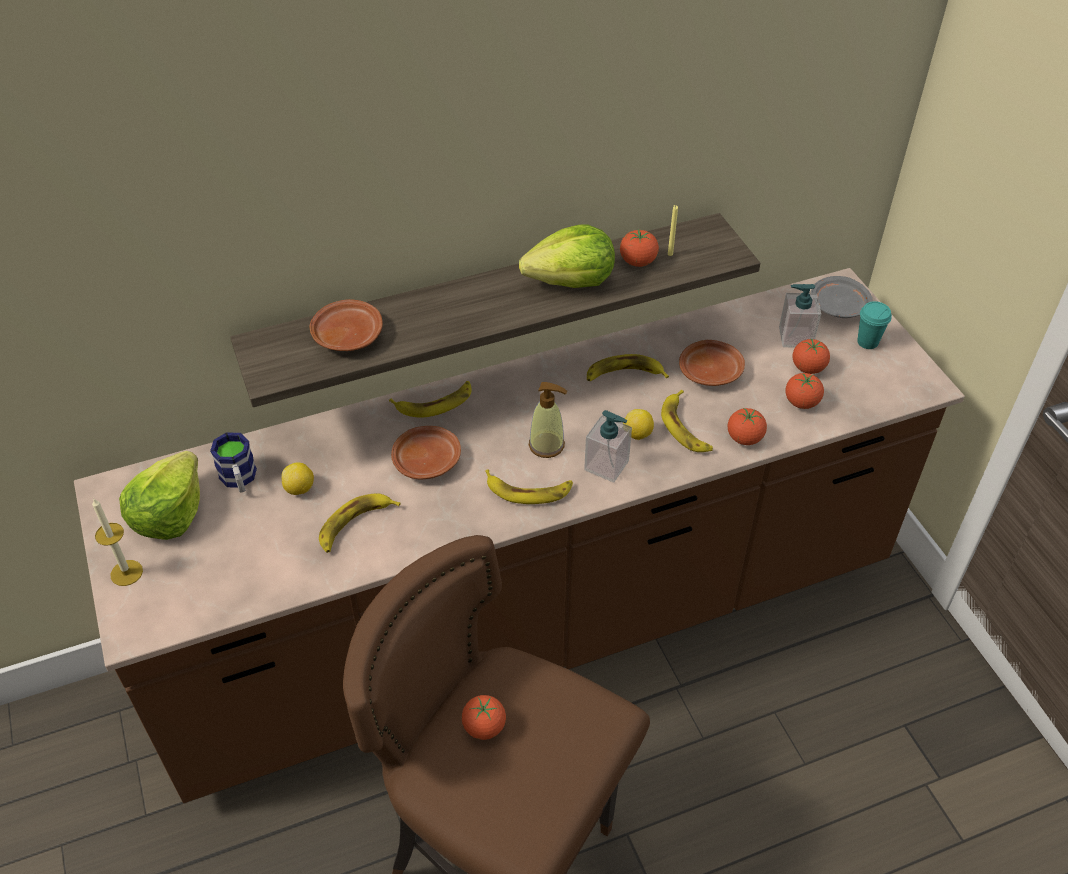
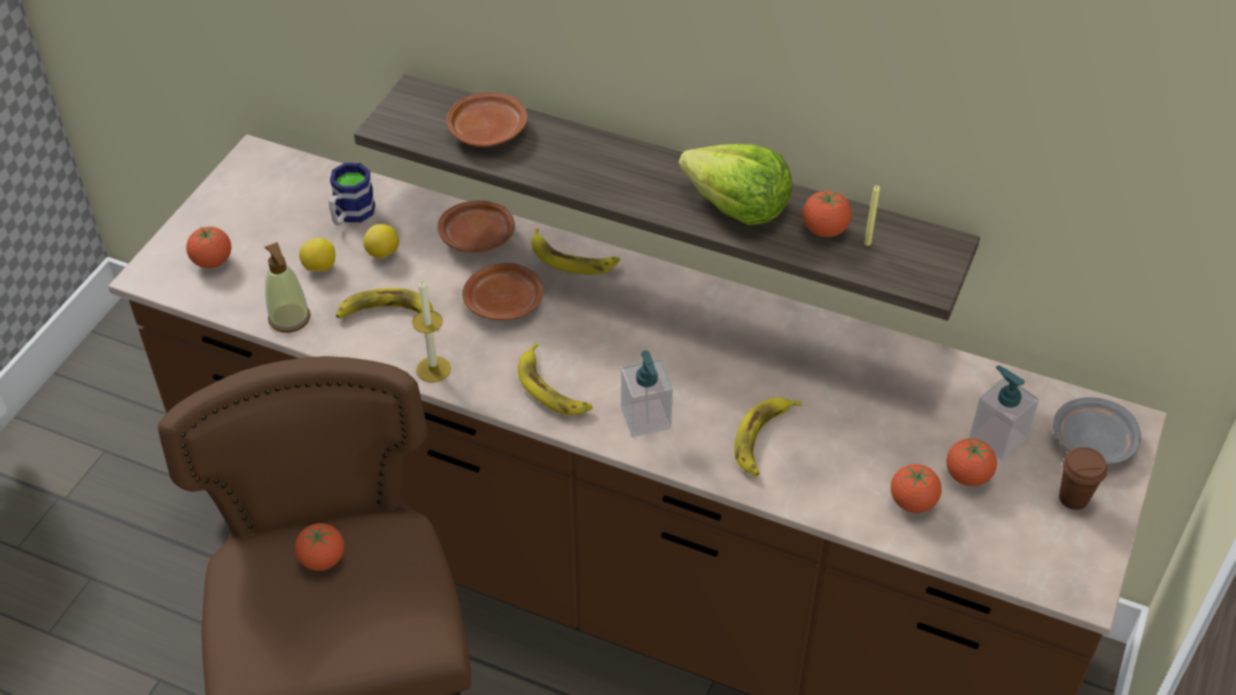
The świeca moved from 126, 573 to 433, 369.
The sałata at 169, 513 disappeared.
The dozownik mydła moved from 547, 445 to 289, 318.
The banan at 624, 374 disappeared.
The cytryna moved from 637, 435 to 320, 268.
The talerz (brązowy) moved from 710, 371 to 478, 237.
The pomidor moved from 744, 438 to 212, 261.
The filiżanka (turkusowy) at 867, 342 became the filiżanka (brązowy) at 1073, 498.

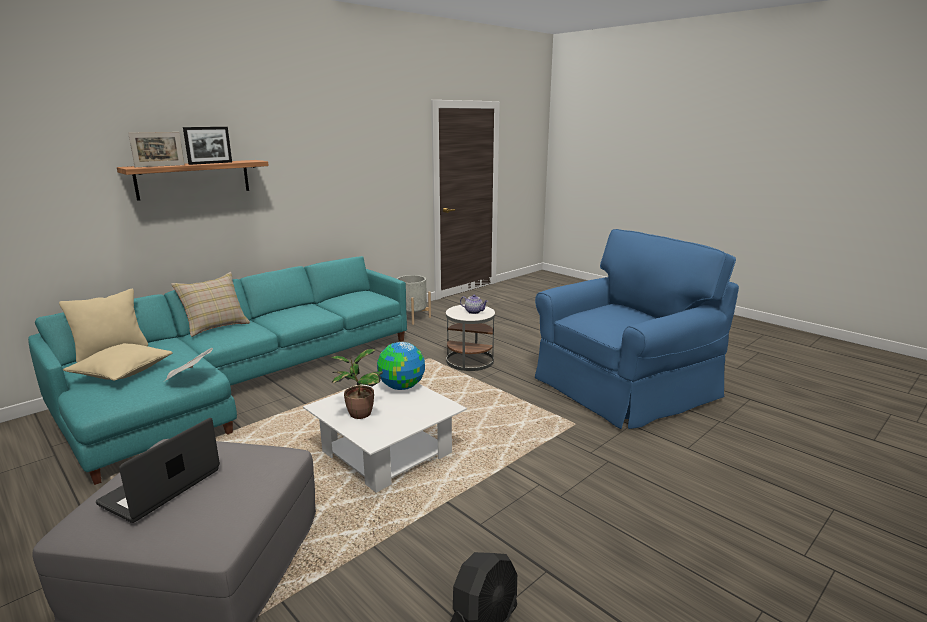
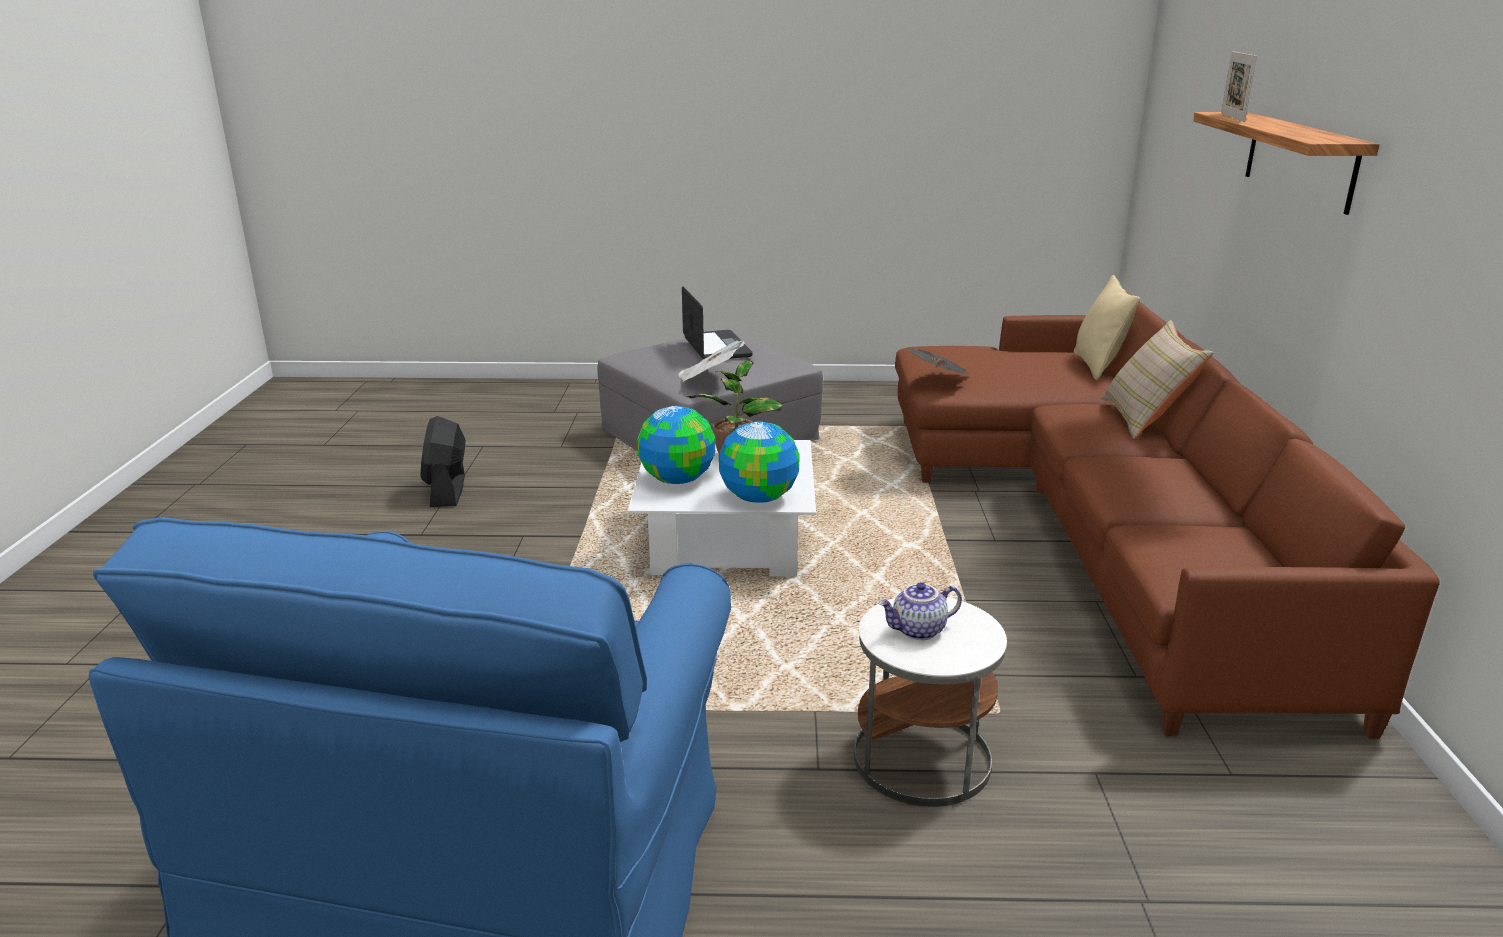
The kanapa (turkusowy) at 239, 382 became the kanapa (brązowy) at 1097, 519.
The poduszka (beżowy) at 122, 372 disappeared.
The ramka na zdjęcie at 210, 163 disappeared.
The donica (szary) at 412, 318 disappeared.
The globus at 678, 479 appeared.
The gazeta at 709, 378 appeared.

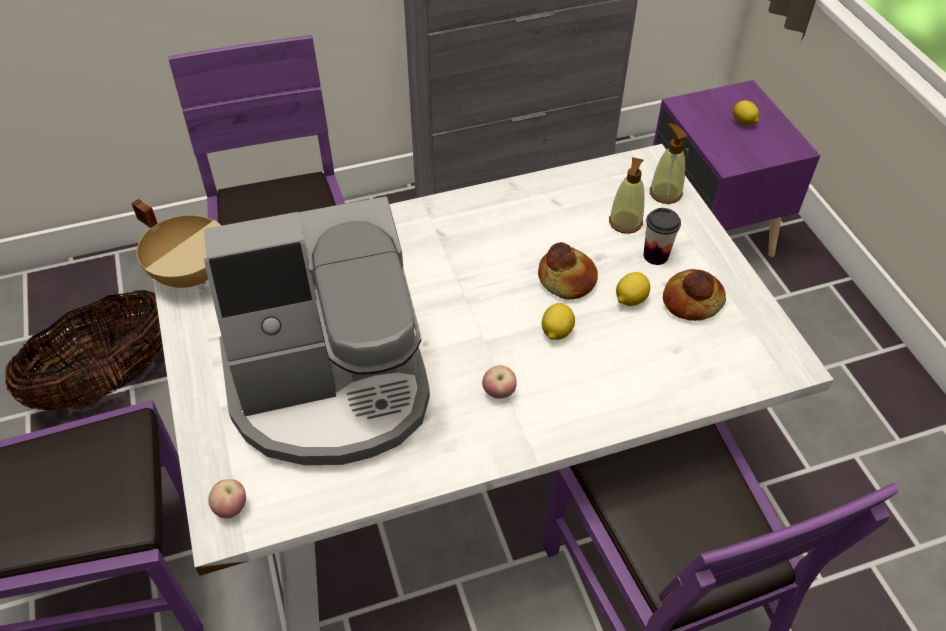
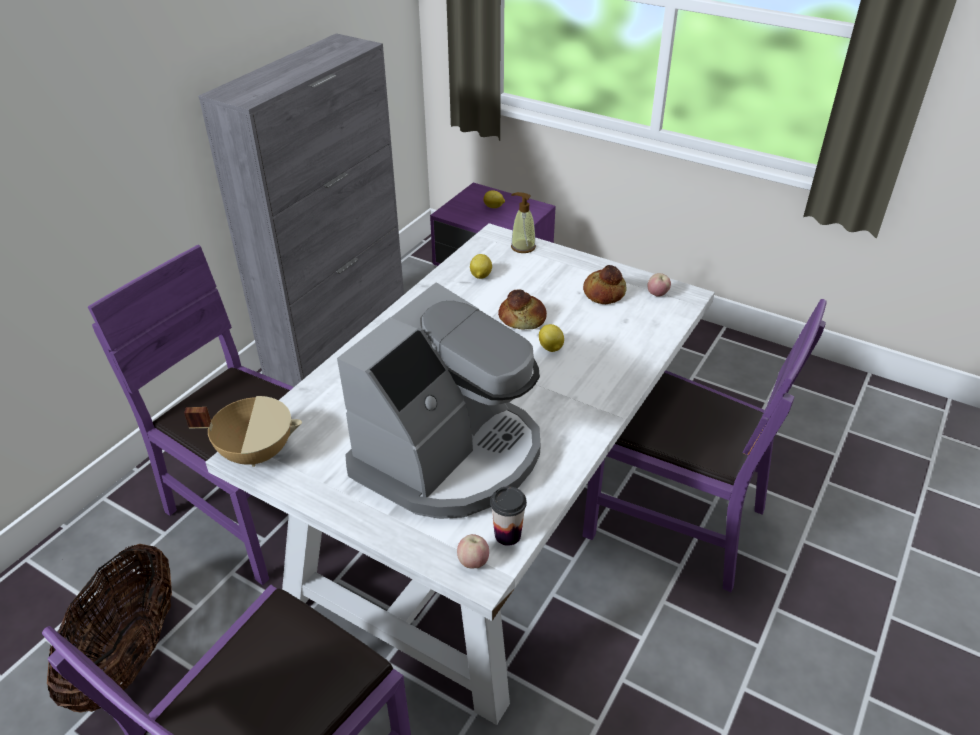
The jabłko moved from 499, 392 to 657, 294.
The dozownik mydła at 625, 222 disappeared.
The cytryna moved from 630, 300 to 480, 276.
The filiżanka moved from 655, 255 to 507, 535.

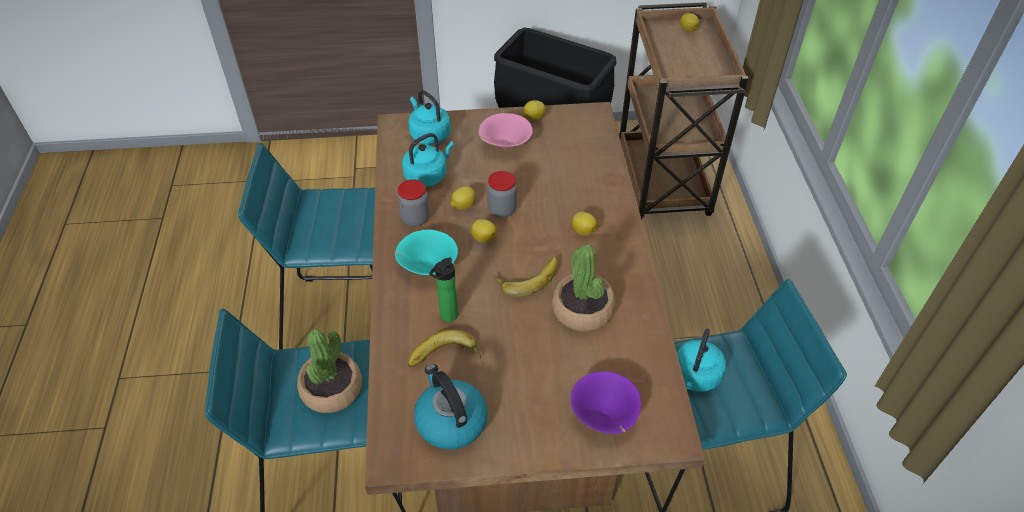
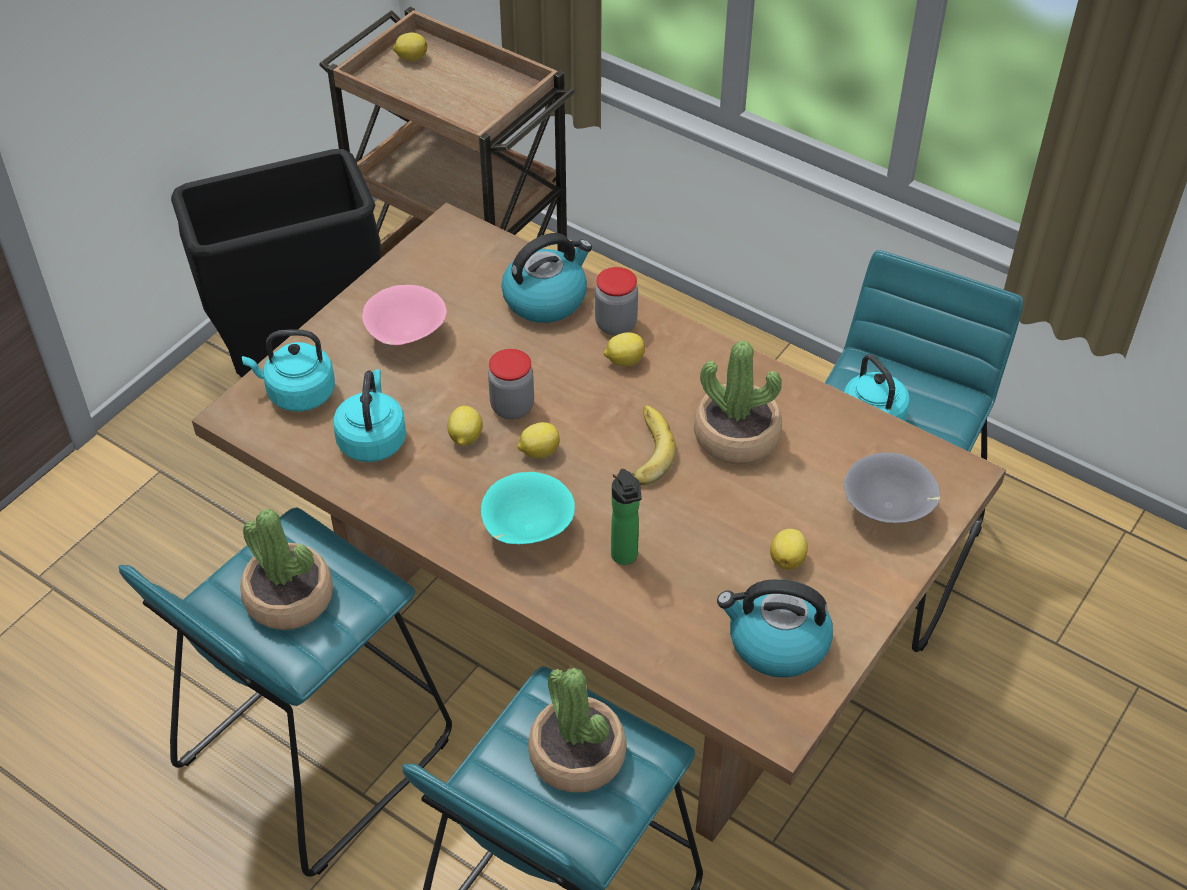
The słoik moved from 415, 218 to 616, 324.
The banan at 444, 358 disappeared.
The cytryna moved from 534, 118 to 788, 559.
The miska (fioletowy) at 604, 416 became the miska (szary) at 888, 510.
The roślina doniczkowa at 289, 598 appeared.
The czajnik at 546, 298 appeared.

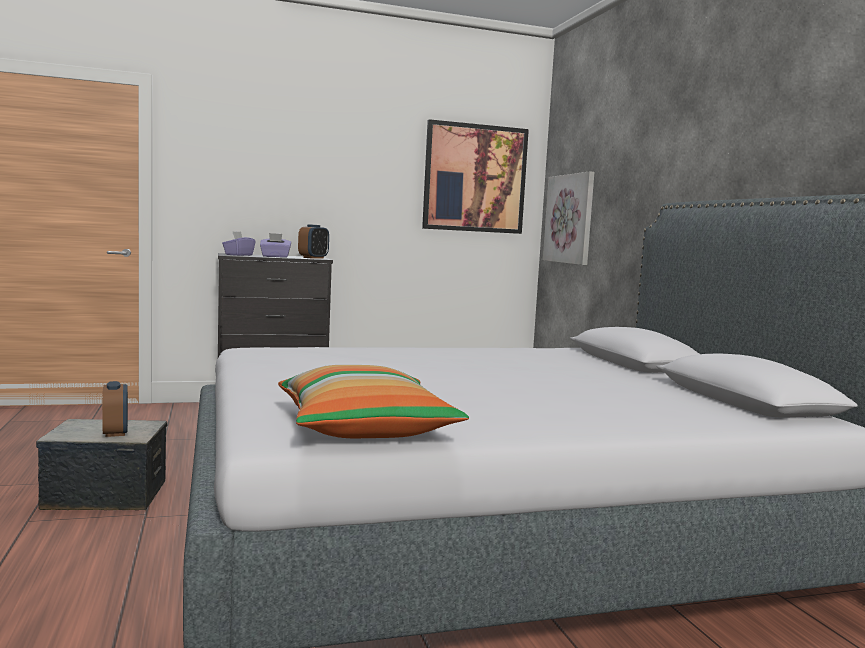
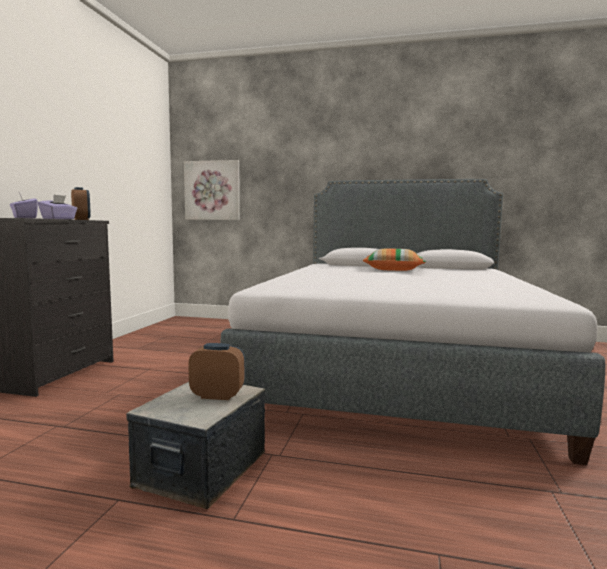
The poduszka moved from 365, 428 to 393, 270.
The obraz at 475, 178 disappeared.

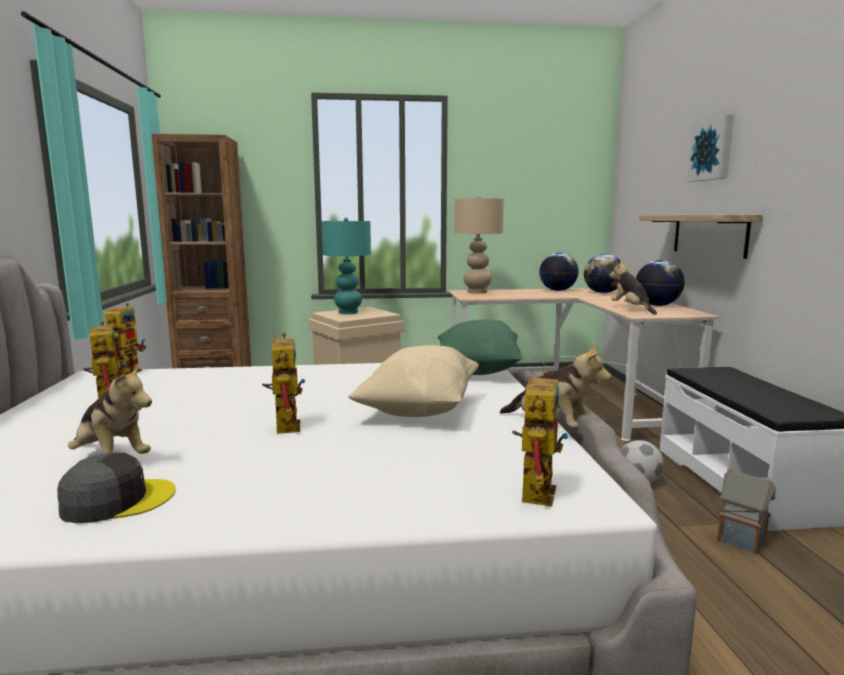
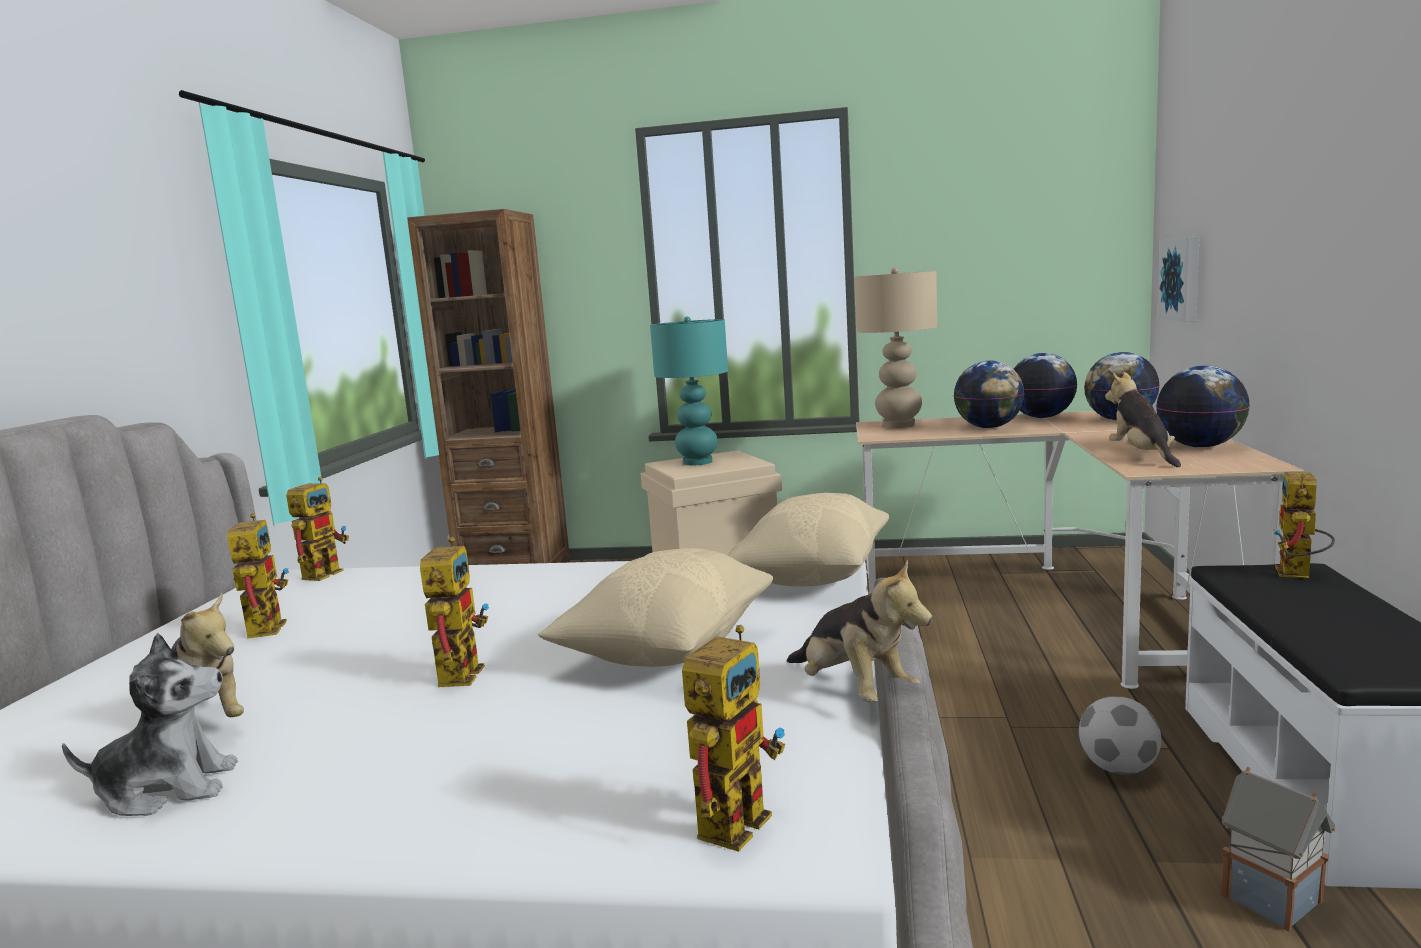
The czapka z daszkiem (szary) at 117, 500 was replaced by the pluszak at 168, 789.
The poduszka (zielony) at 477, 370 became the poduszka (beżowy) at 811, 577.
The półka at 709, 234 disappeared.
The obraz moved from 712, 150 to 1182, 278.
The globus at 988, 427 appeared.
The robot zabawkowy at 1298, 575 appeared.

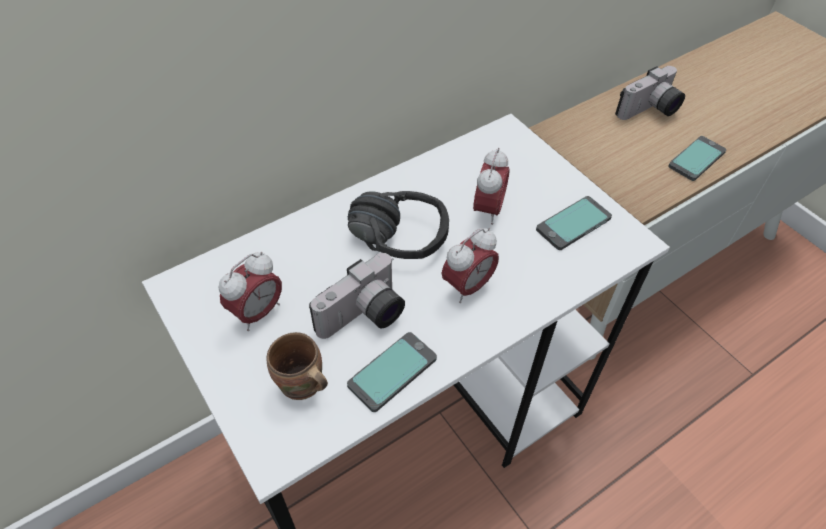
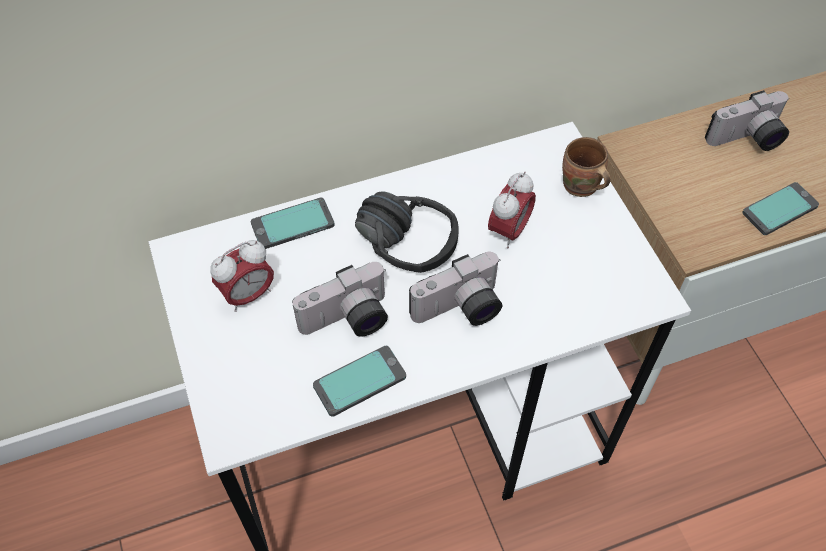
The kubek (brązowy) moved from 301, 387 to 580, 187.
The budzik at 467, 286 was replaced by the aparat fotograficzny at 460, 310.
The telefon moved from 574, 224 to 293, 225.

